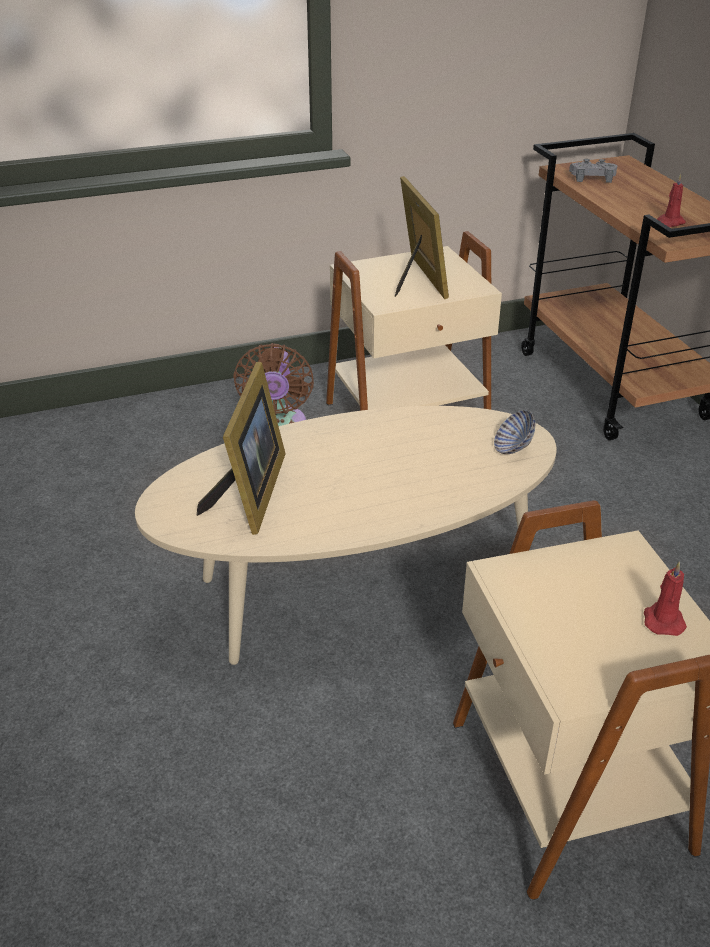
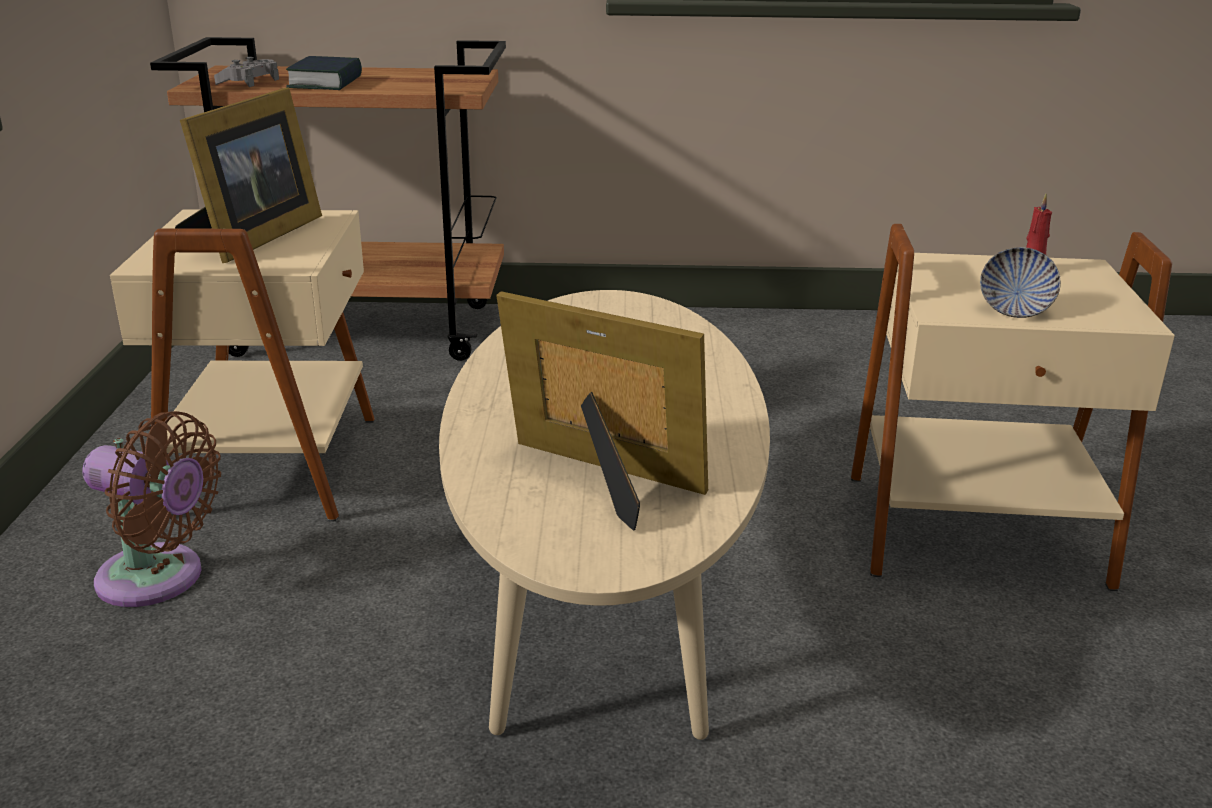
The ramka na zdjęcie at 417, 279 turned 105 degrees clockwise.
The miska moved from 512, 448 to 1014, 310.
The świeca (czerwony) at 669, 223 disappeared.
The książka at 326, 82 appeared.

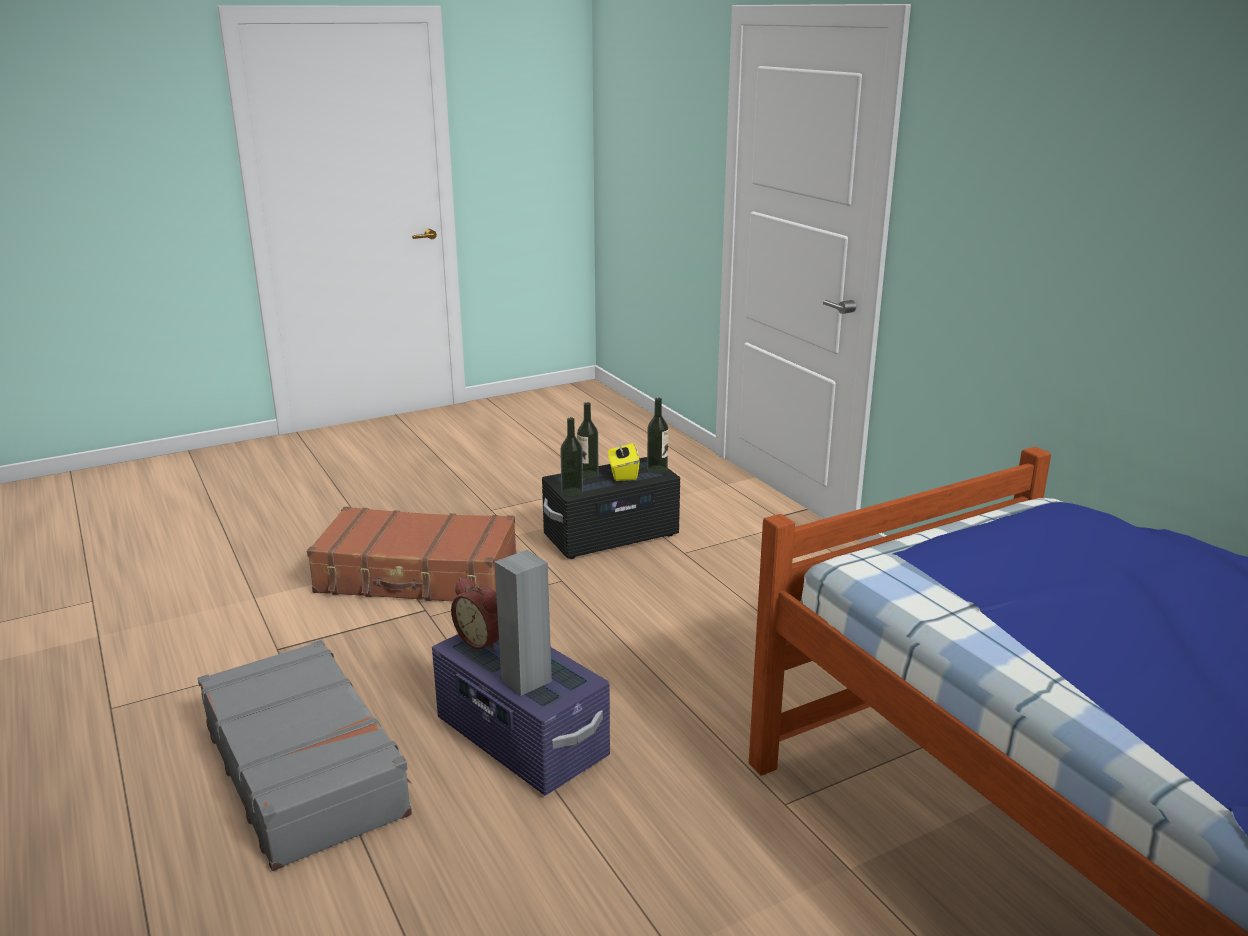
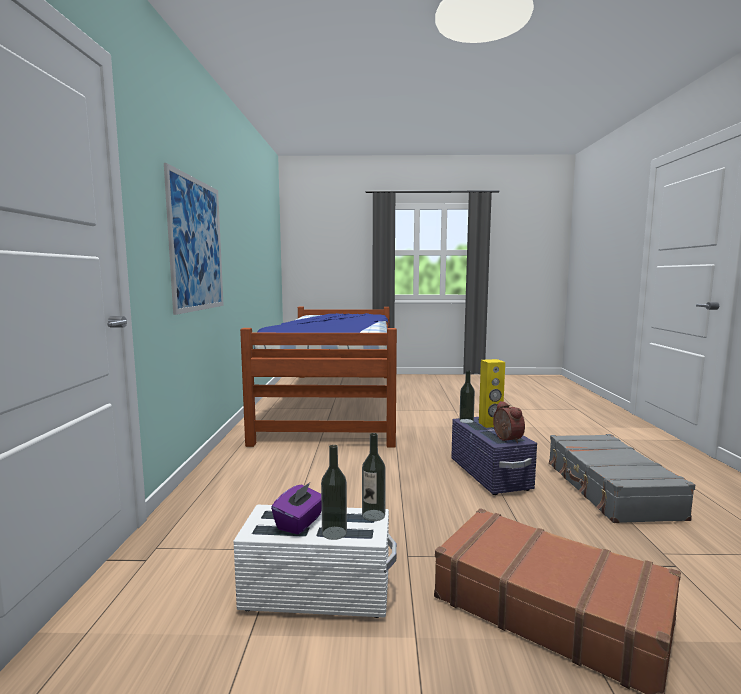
The głośnik (szary) at 525, 680 became the głośnik (żółty) at 490, 424.
The pojemnik do przechowywania (czarny) at 611, 536 became the pojemnik do przechowywania (biały) at 316, 592.
The pudełko chusteczek (żółty) at 623, 474 became the pudełko chusteczek (fioletowy) at 300, 523.
The butelka moved from 657, 469 to 466, 421.
The obraz at 197, 245 appeared.

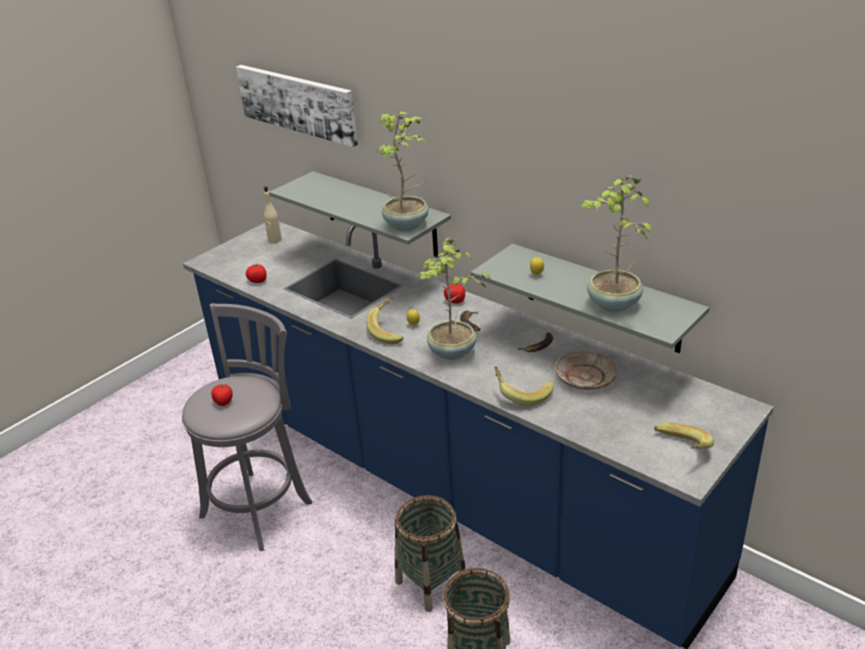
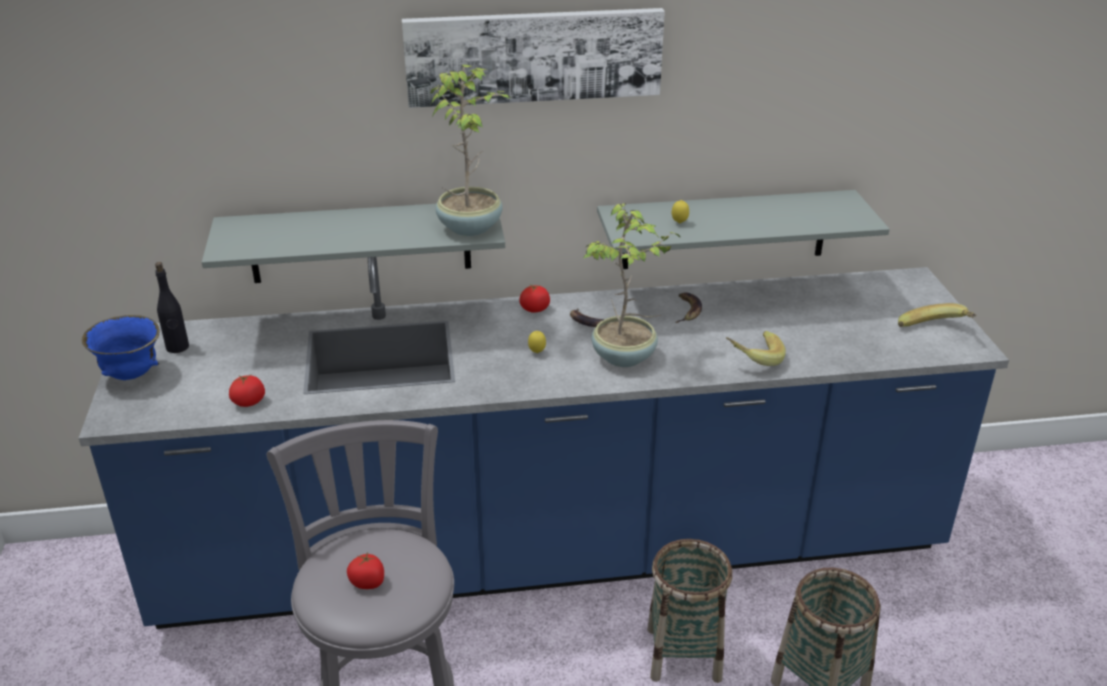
The obraz moved from 297, 103 to 534, 56.
The butelka (beżowy) at 274, 240 became the butelka (czarny) at 177, 347.
The banan at 390, 331 disappeared.
The talerz (beżowy) at 585, 377 disappeared.
The roślina doniczkowa at 613, 304 disappeared.
The miska (niebieski) at 131, 375 appeared.

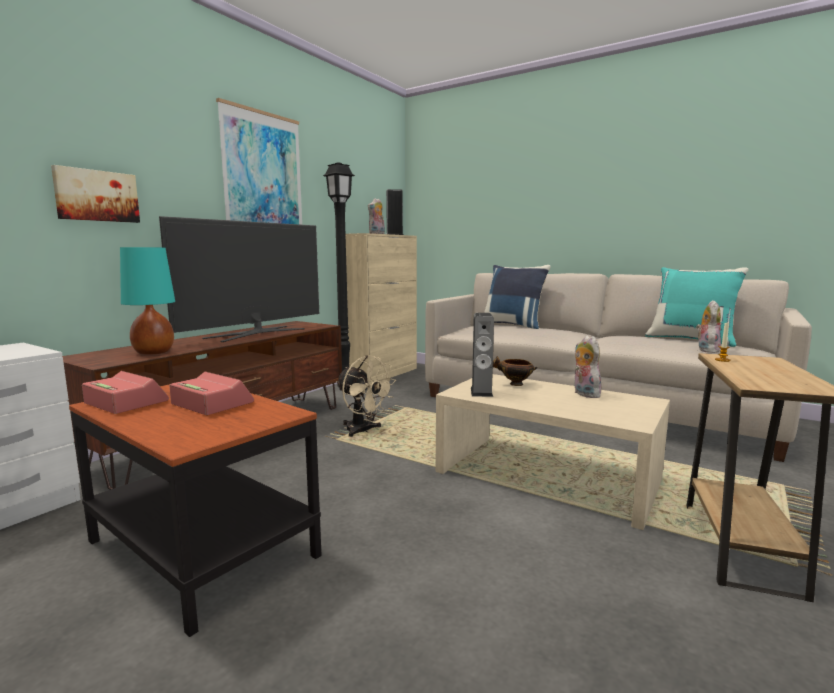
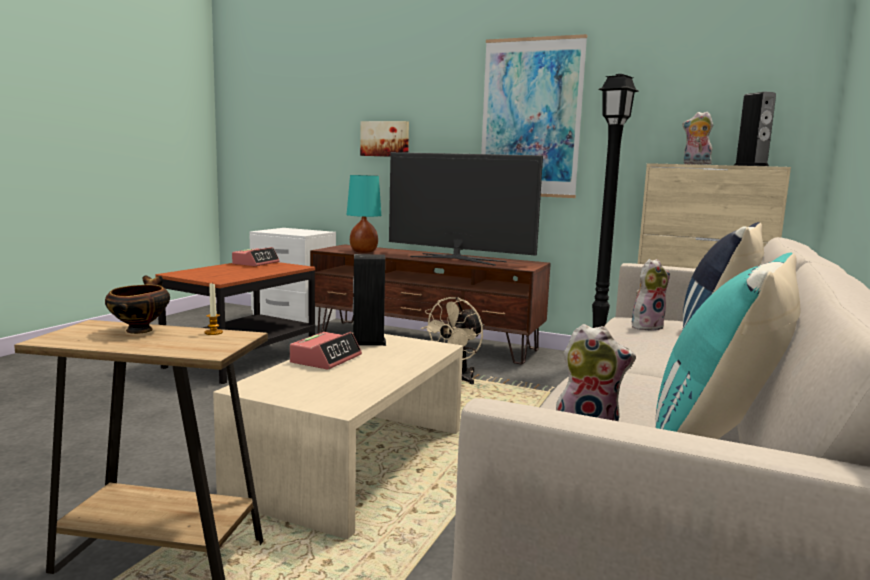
The budzik moved from 212, 403 to 326, 359.
The miska moved from 514, 384 to 140, 330.
The pluszak moved from 584, 394 to 646, 326.

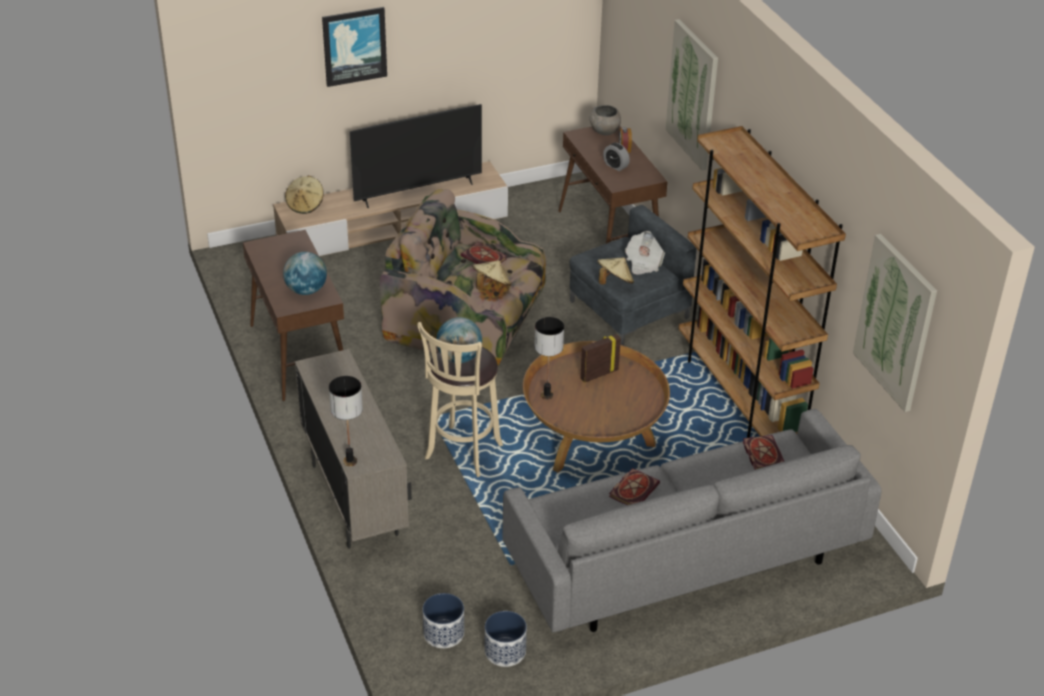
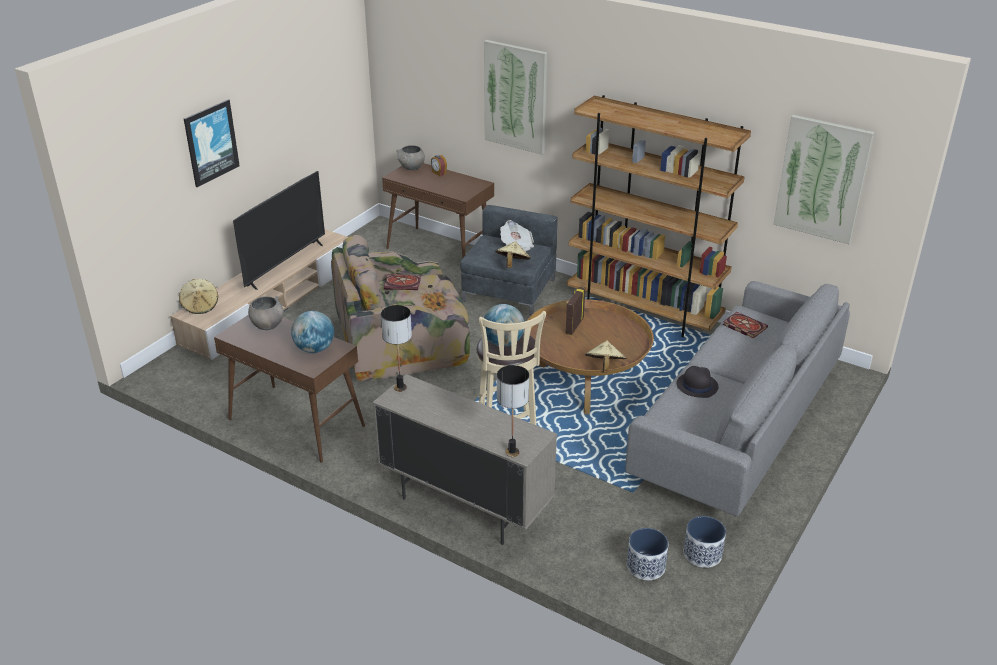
The kapelusz (beżowy) moved from 491, 286 to 604, 367.
The lampa stołowa moved from 547, 395 to 400, 388.
The budzik at 615, 166 disappeared.
The książka at 633, 489 was replaced by the kapelusz (czarny) at 696, 385.
The miska (szary) at 267, 325 appeared.

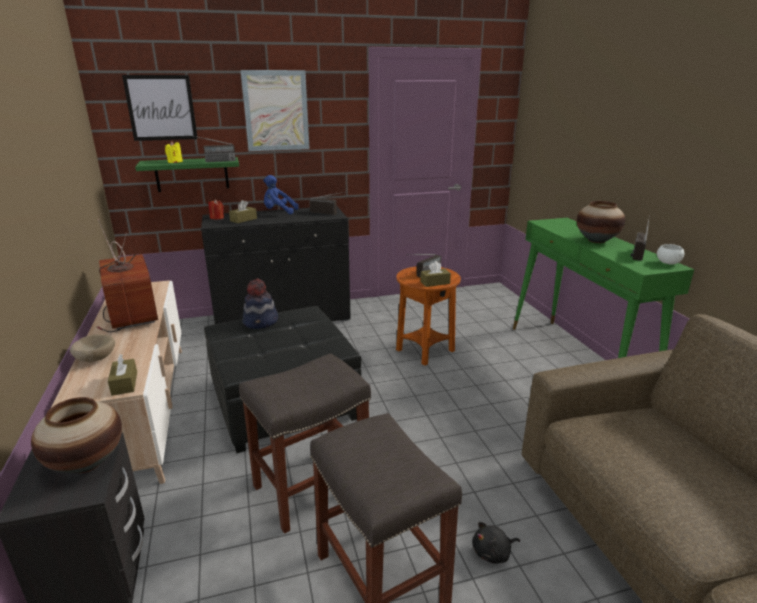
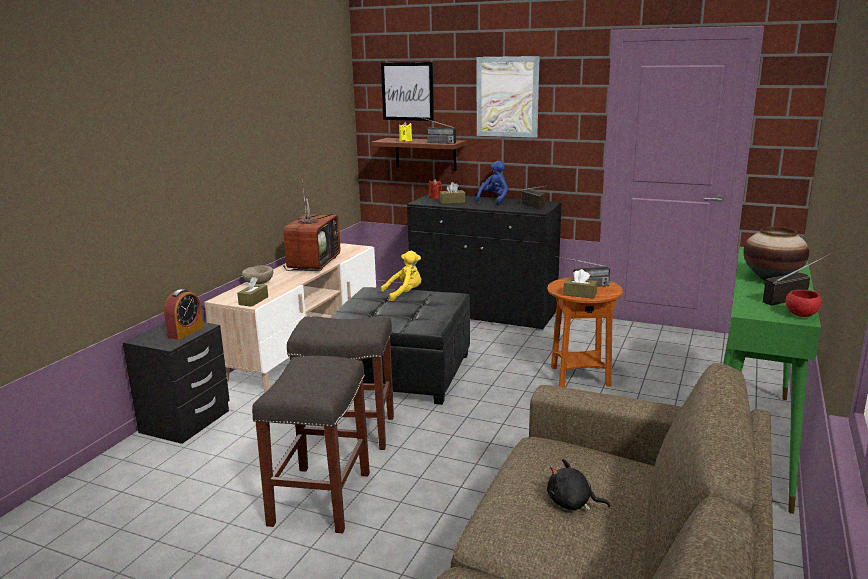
The wazon at 86, 463 was replaced by the budzik at 185, 332.
The półka (zielony) at 192, 174 became the półka (brązowy) at 425, 154.
The kapelusz at 261, 322 was replaced by the pluszak (żółty) at 404, 294.
The pluszak (niebieski) at 278, 212 turned 75 degrees clockwise.
The pluszak (czarny) moved from 493, 553 to 572, 503.
The miska (biały) at 668, 263 became the miska (czerwony) at 801, 315.

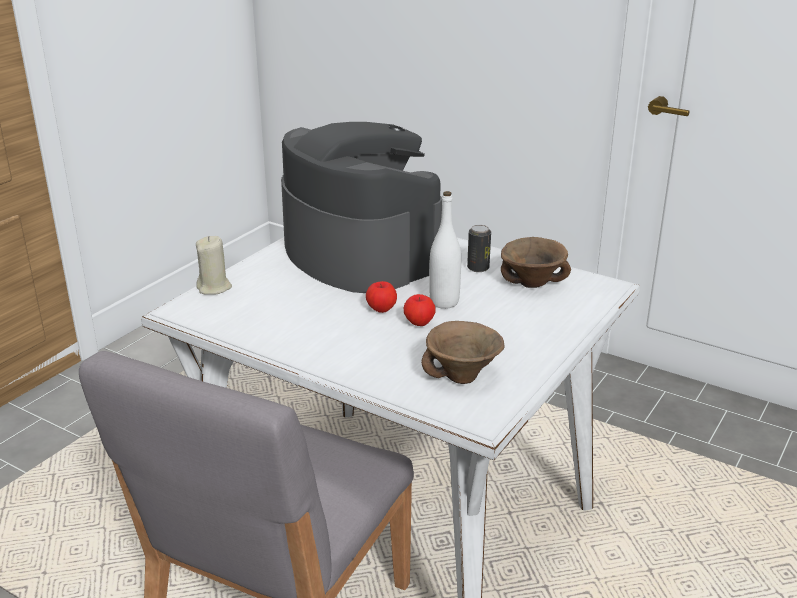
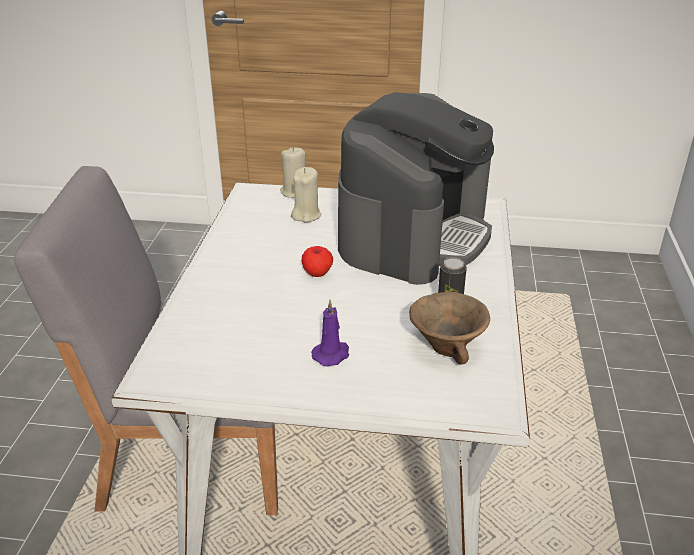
The jabłko at 419, 323 disappeared.
The miska (brązowy) at 462, 377 disappeared.
The butelka (biały) at 444, 302 disappeared.
The świeca (beżowy) at 306, 215 appeared.
The świeca (fioletowy) at 332, 354 appeared.

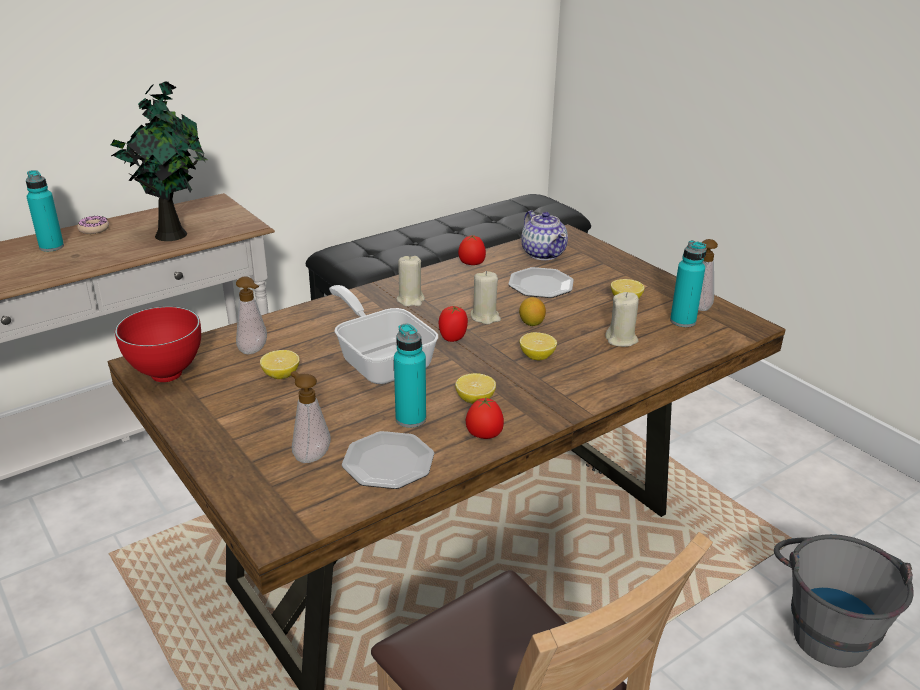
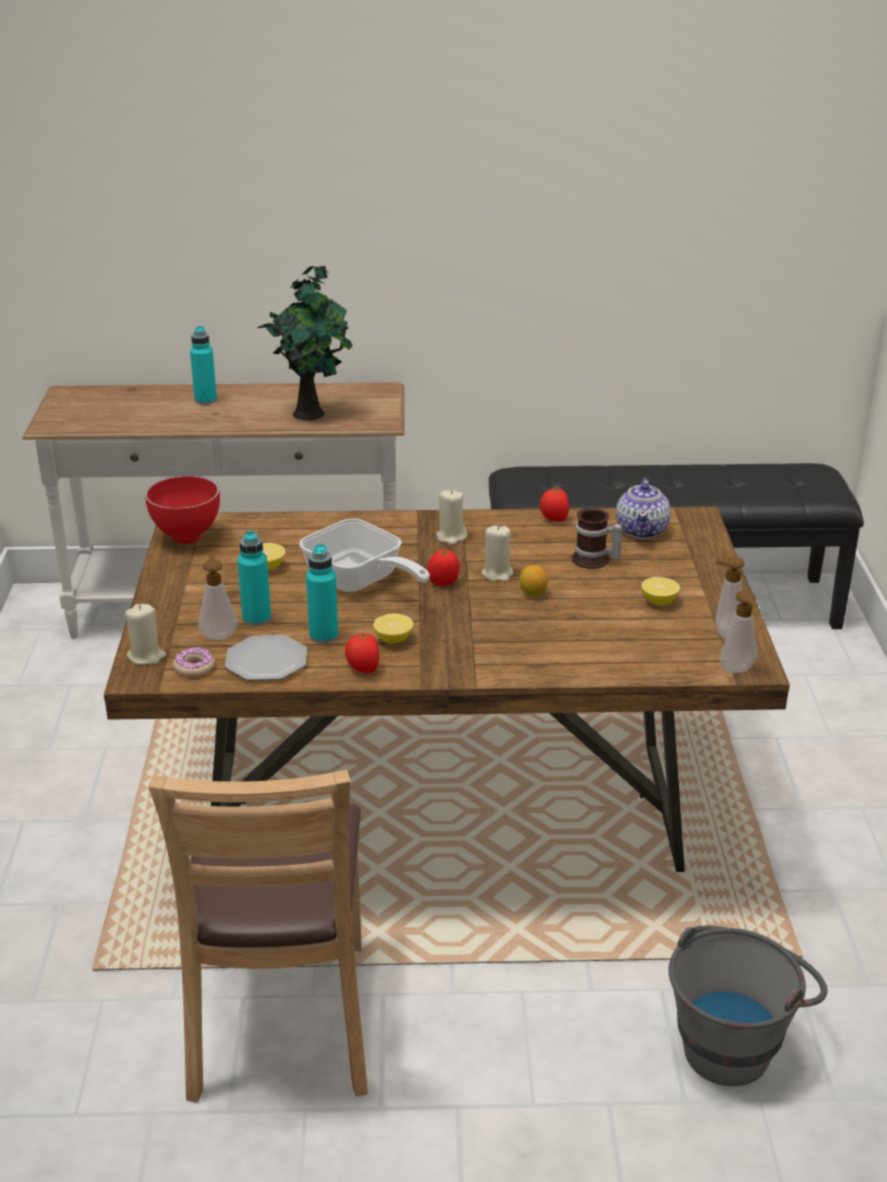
The donut moved from 94, 229 to 194, 667.
The dozownik mydła moved from 255, 351 to 738, 670.
The patelnia at 381, 360 turned 135 degrees clockwise.
The talerz at 541, 285 was replaced by the kubek at 594, 561.
The cytryna at 537, 356 disappeared.
The świeca (beżowy) moved from 621, 340 to 146, 656.
The butelka (turkusowy) moved from 683, 321 to 256, 618.

